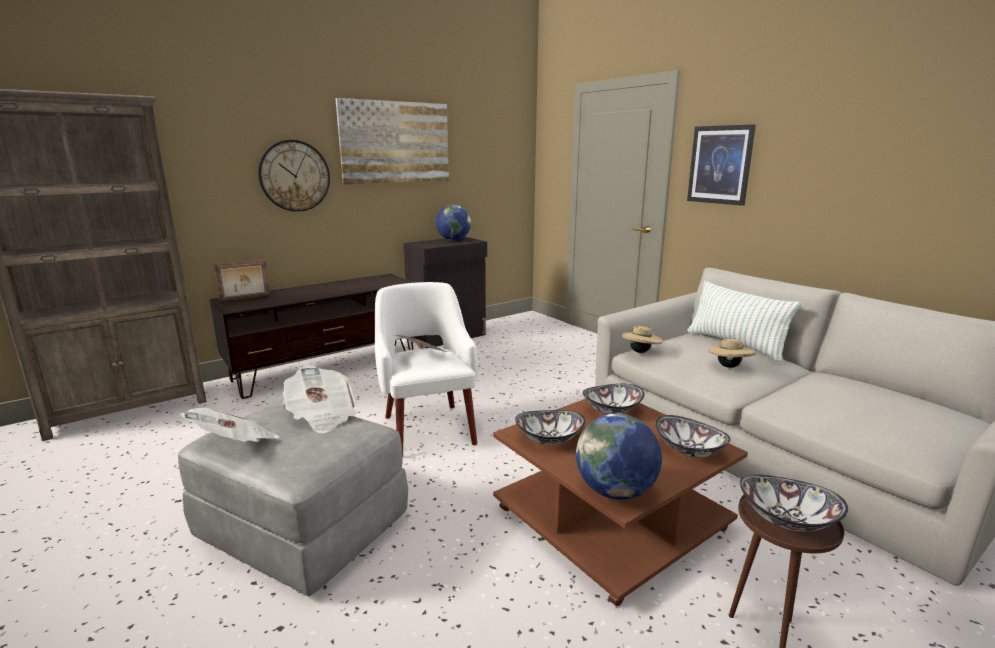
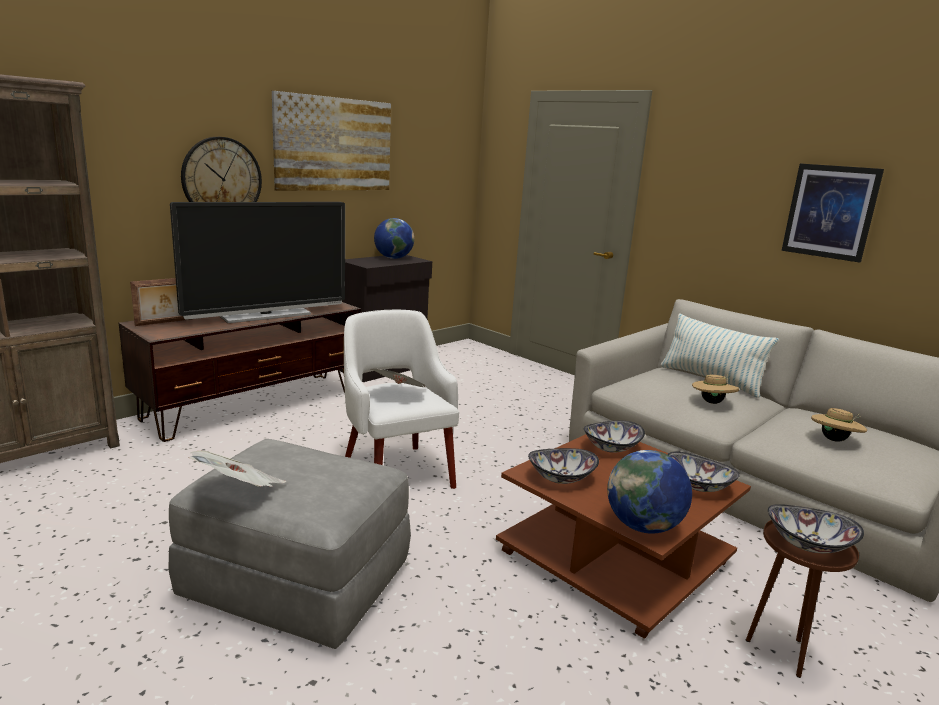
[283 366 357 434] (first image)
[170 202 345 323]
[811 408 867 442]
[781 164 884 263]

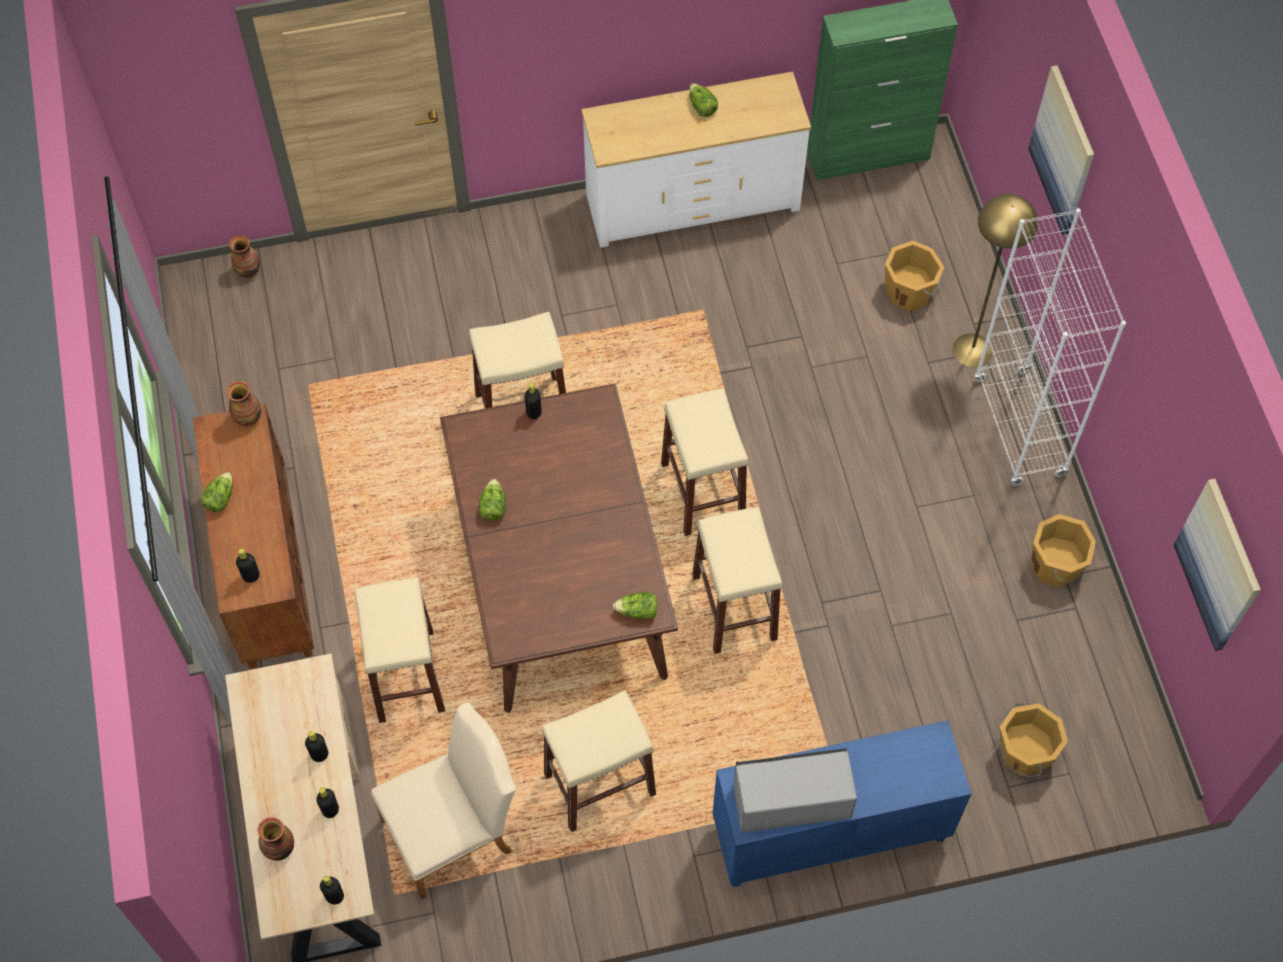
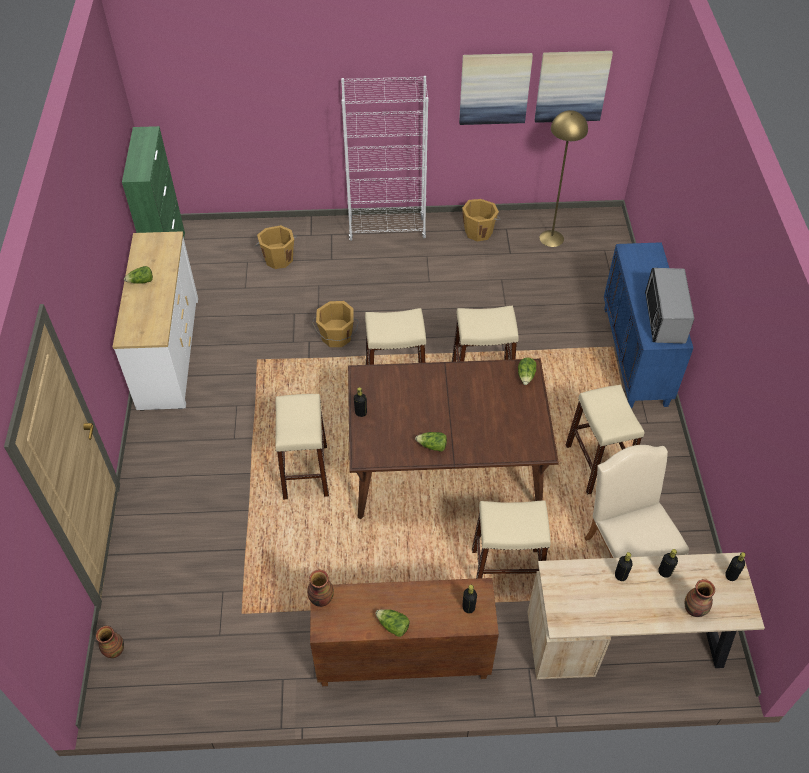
[539 110 588 247]
[312 301 359 347]
[459 53 533 125]

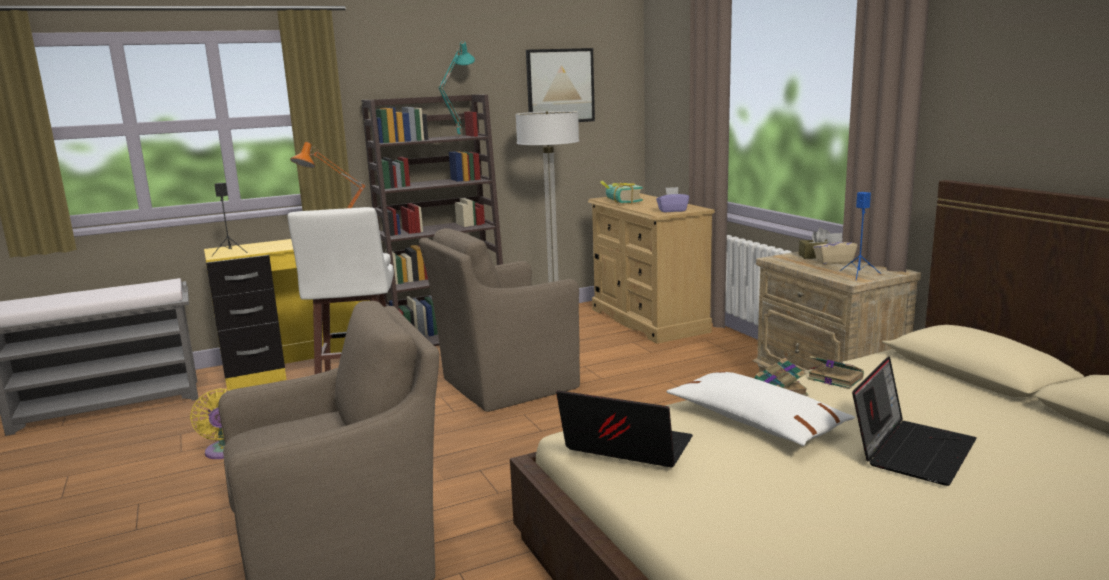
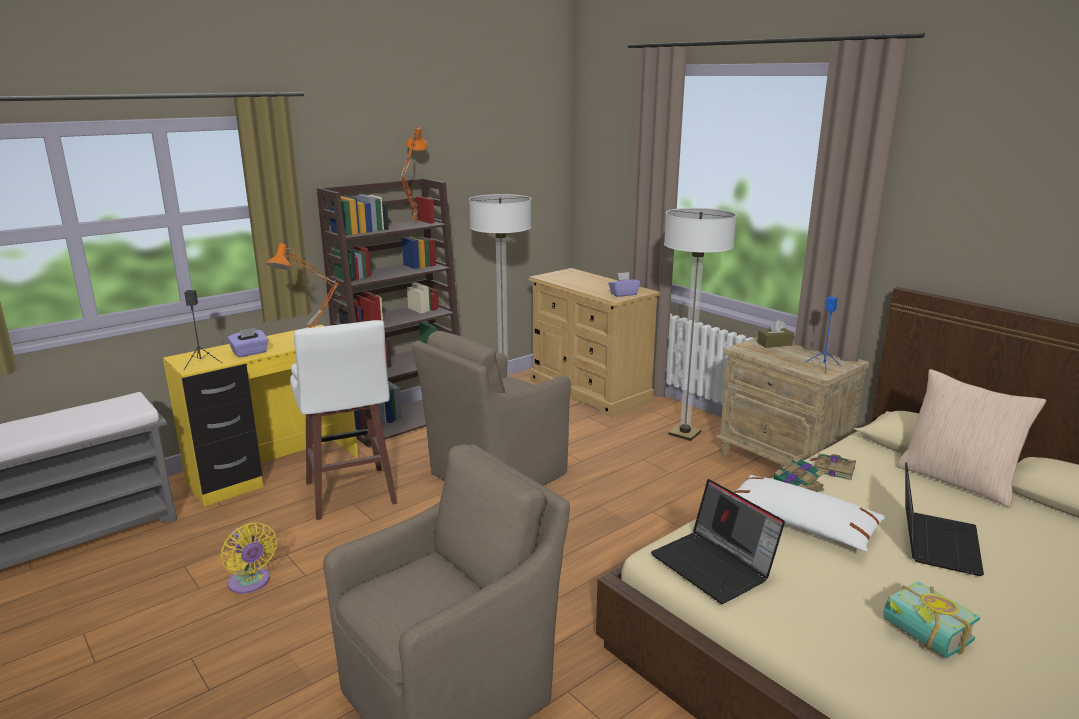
[526 48 595 122] (first image)
[813 233 857 264] (first image)
[227 328 269 358]
[664 208 737 441]
[896 369 1046 508]
[883 581 980 658]
[400 127 428 224]
[651 479 785 604]

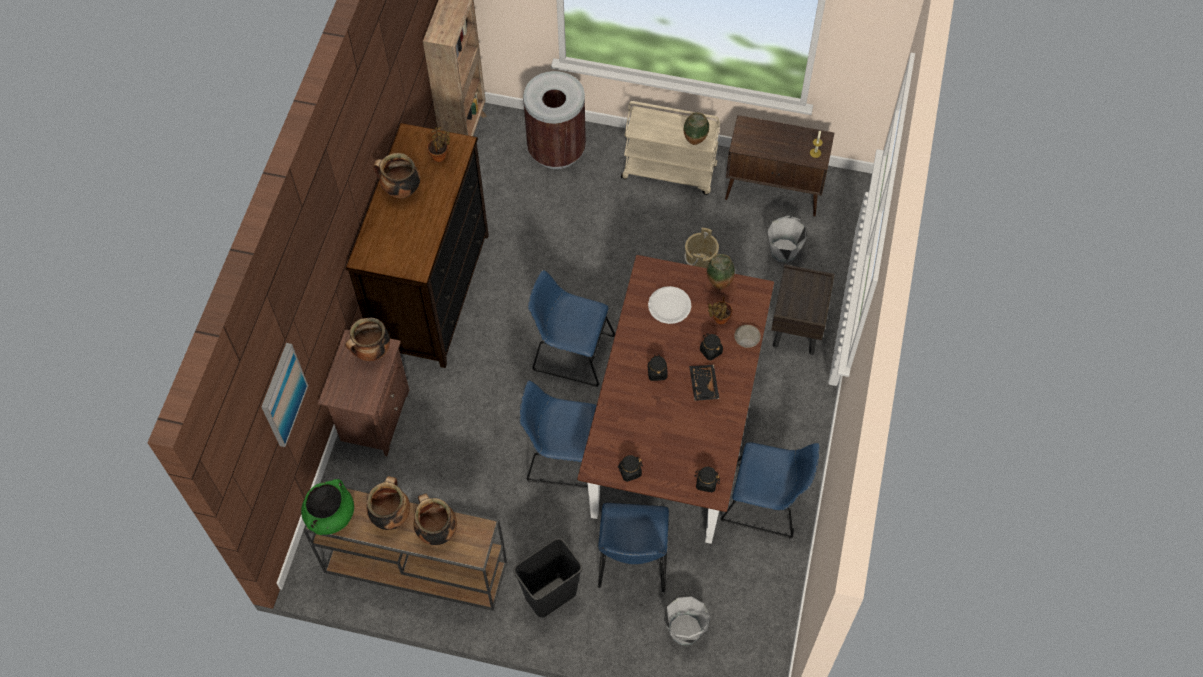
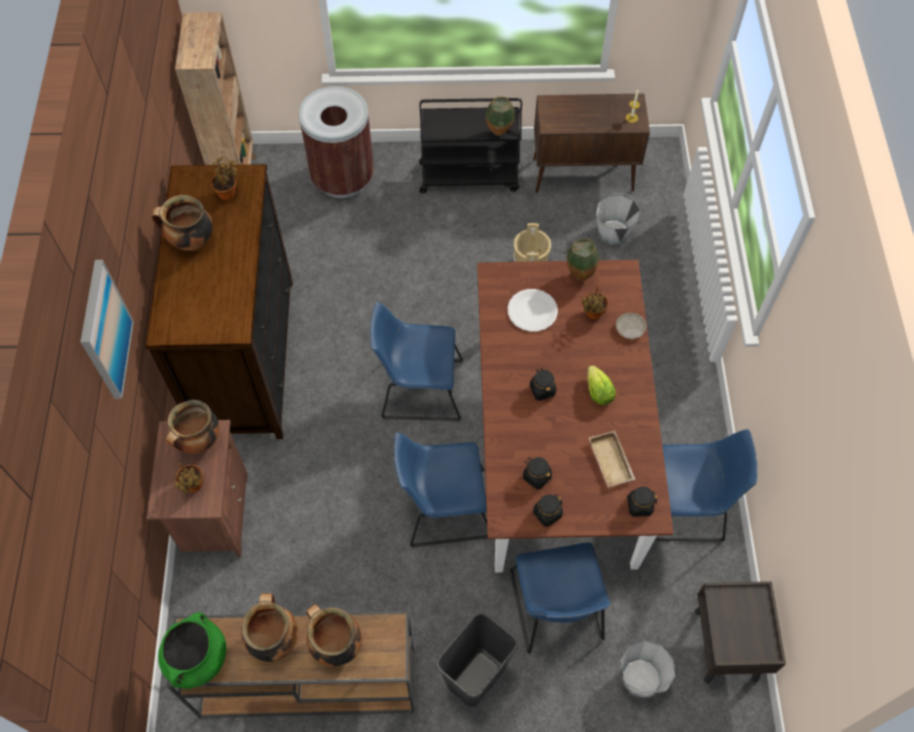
[174 463 203 493]
[589 431 635 488]
[80 260 134 399]
[523 457 552 489]
[695 581 786 683]
[588 365 615 405]
[419 98 522 193]

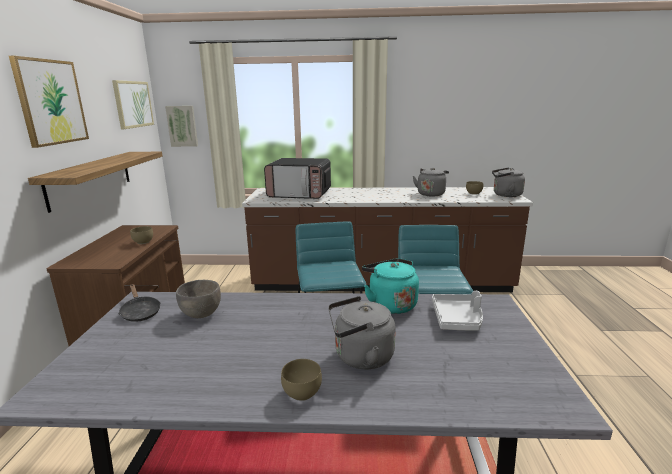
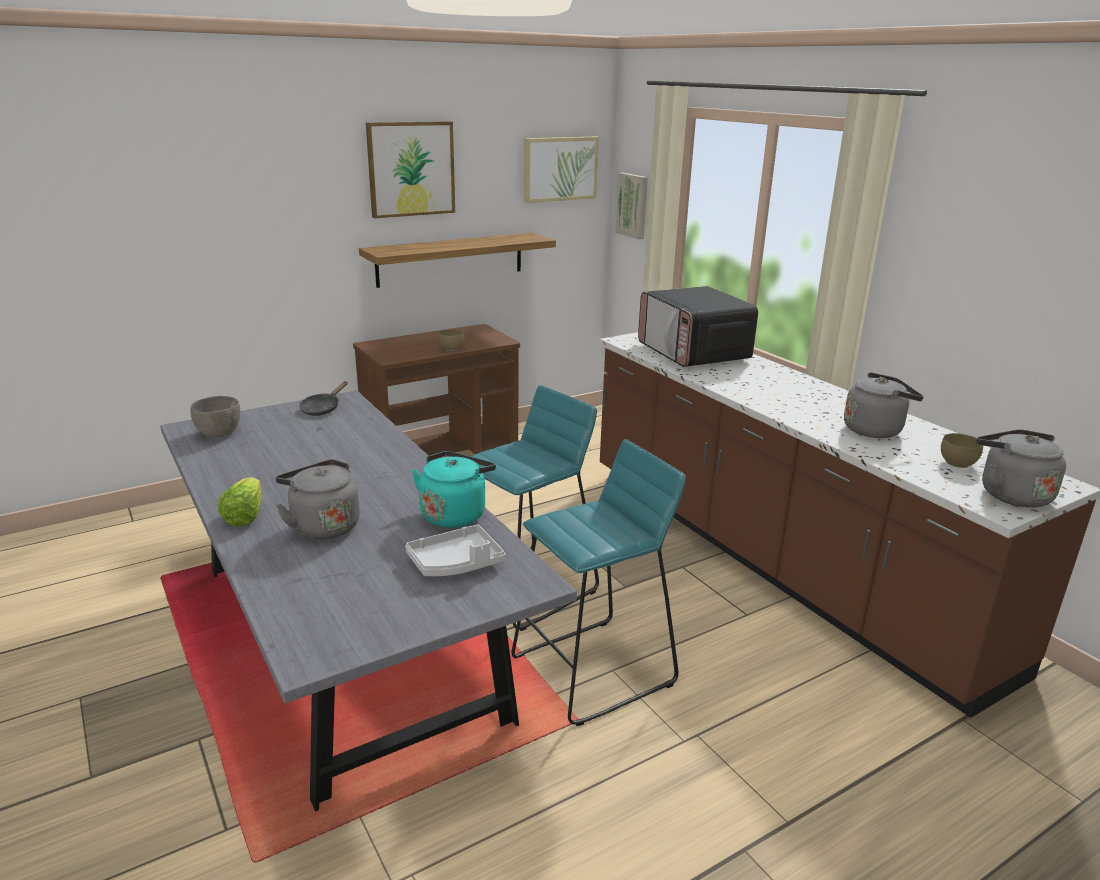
[190 396 240 437]
[218 477 262 527]

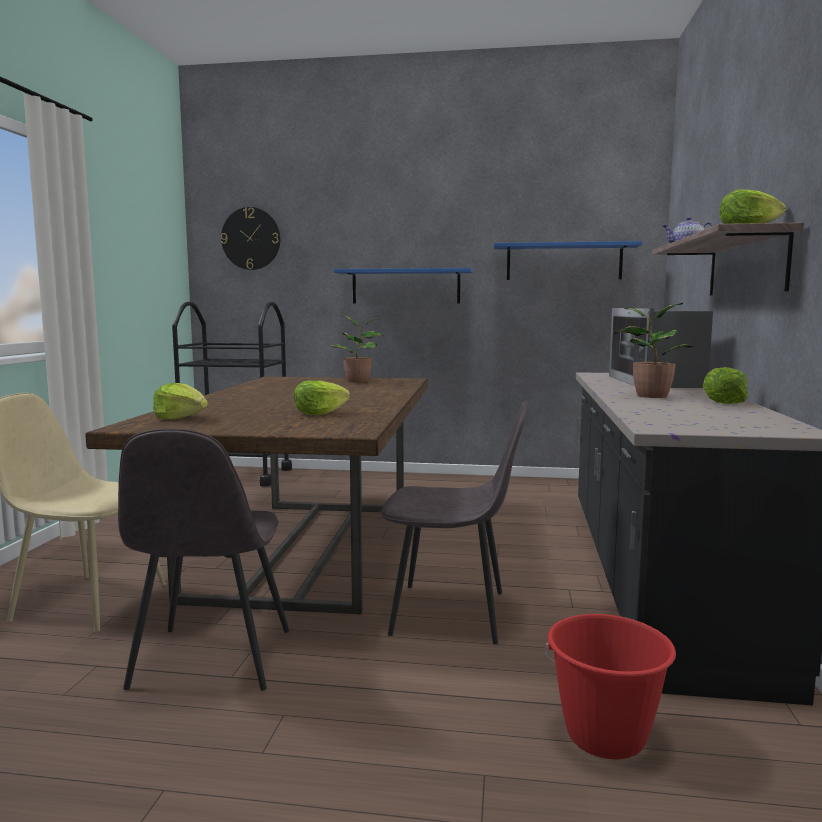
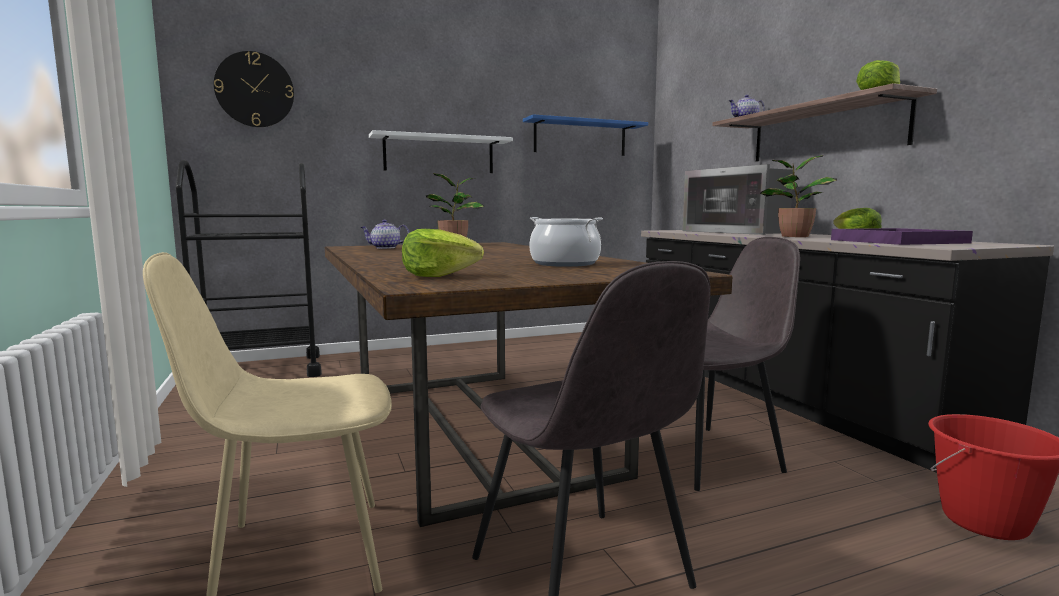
[360 220 410 249]
[831 228 973 245]
[530 217 603 267]
[369 130 513 173]

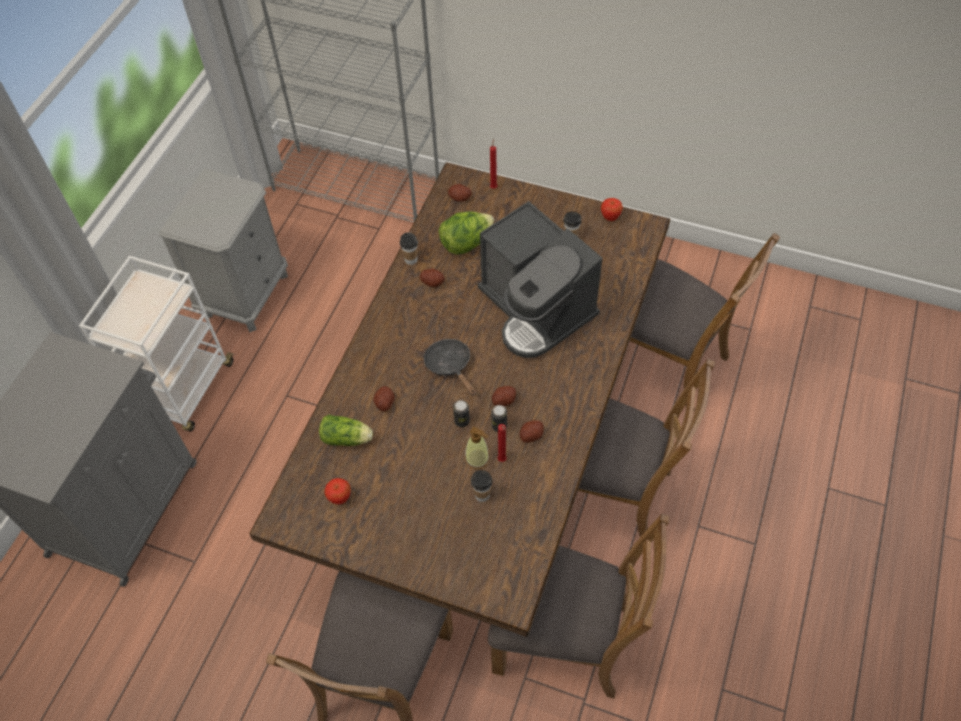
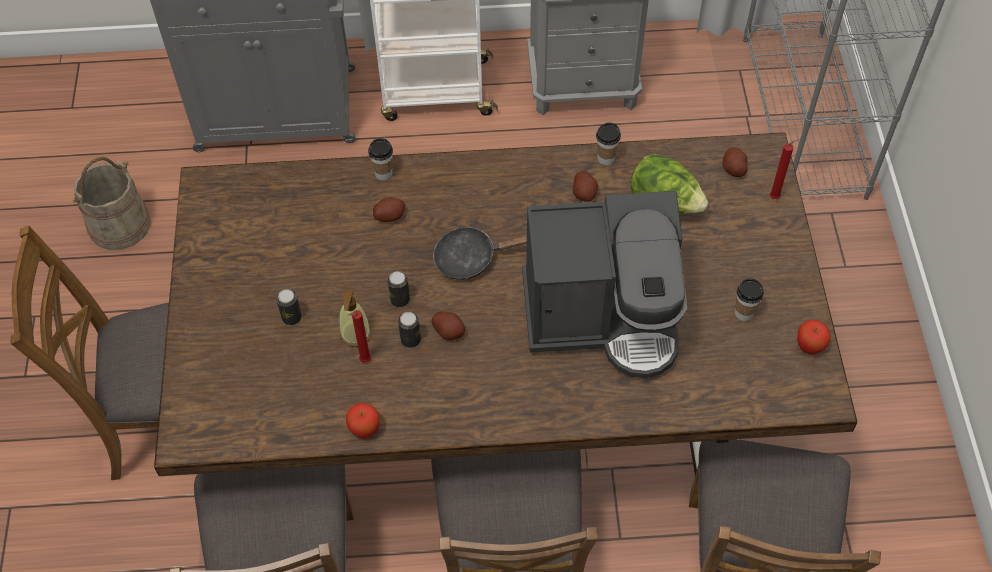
[319 415 373 446] (first image)
[520 420 544 443] (first image)
[73 157 151 250]
[276 289 302 325]
[346 403 380 438]
[368 138 393 180]
[433 227 527 280]
[522 191 687 378]

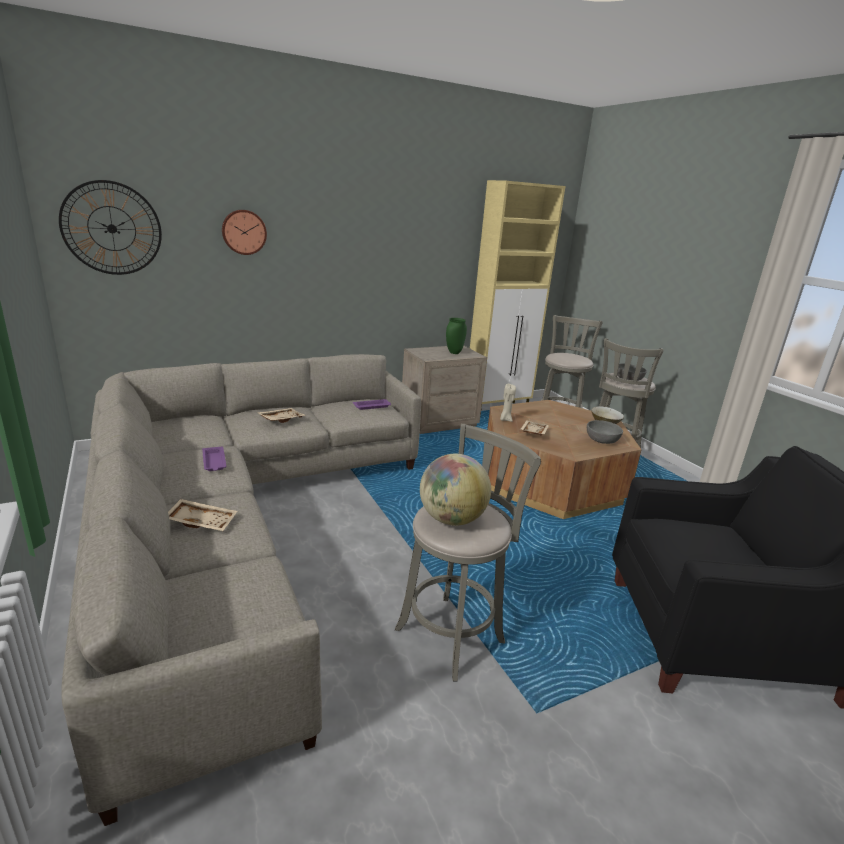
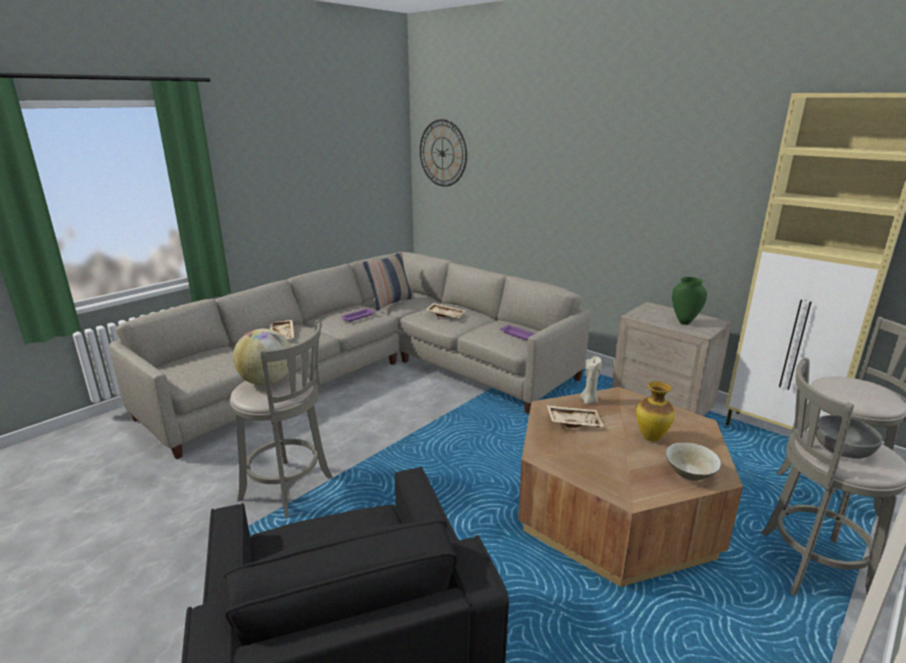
[222 210 267 255] (first image)
[587 420 623 444] (first image)
[363 252 414 311]
[636 381 675 441]

